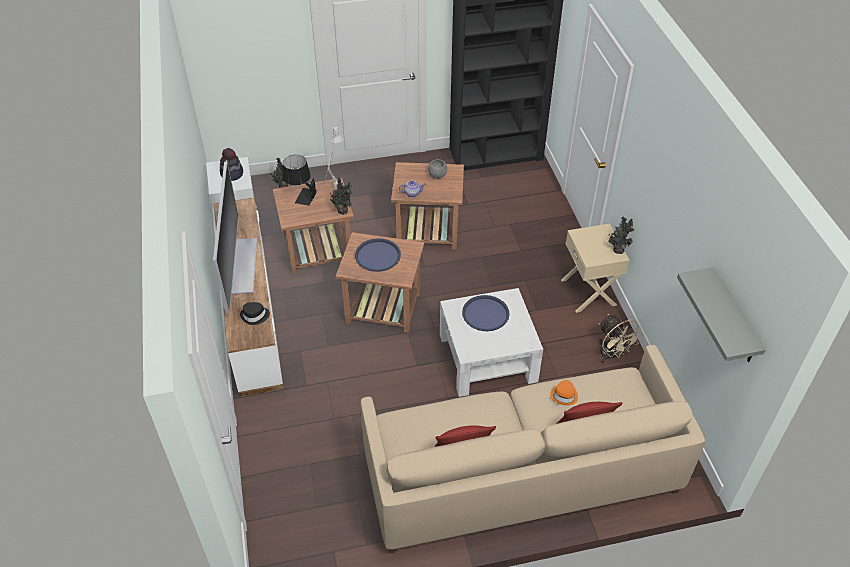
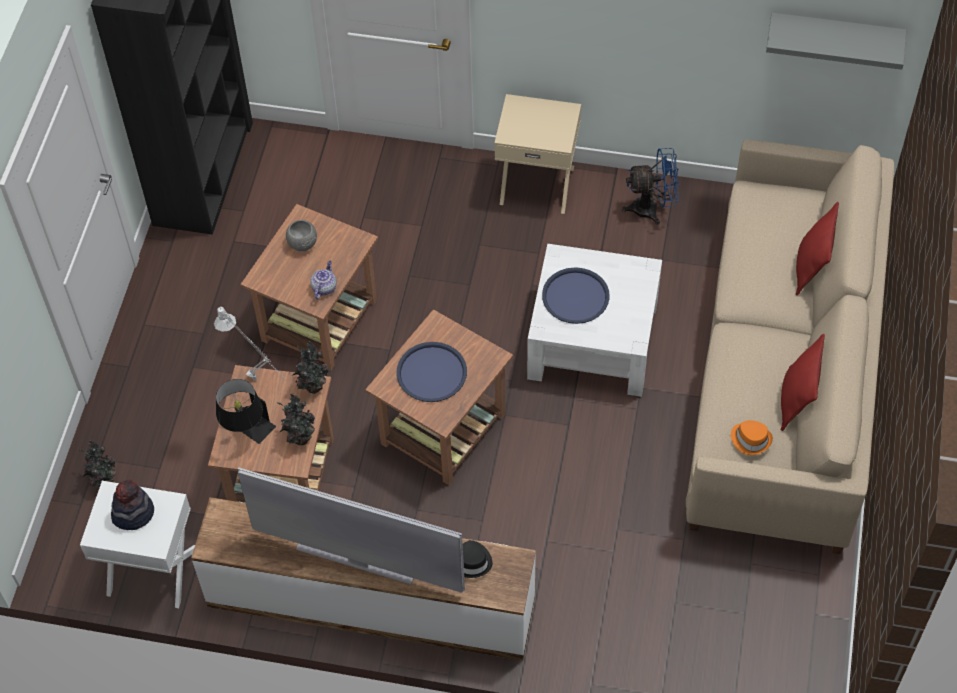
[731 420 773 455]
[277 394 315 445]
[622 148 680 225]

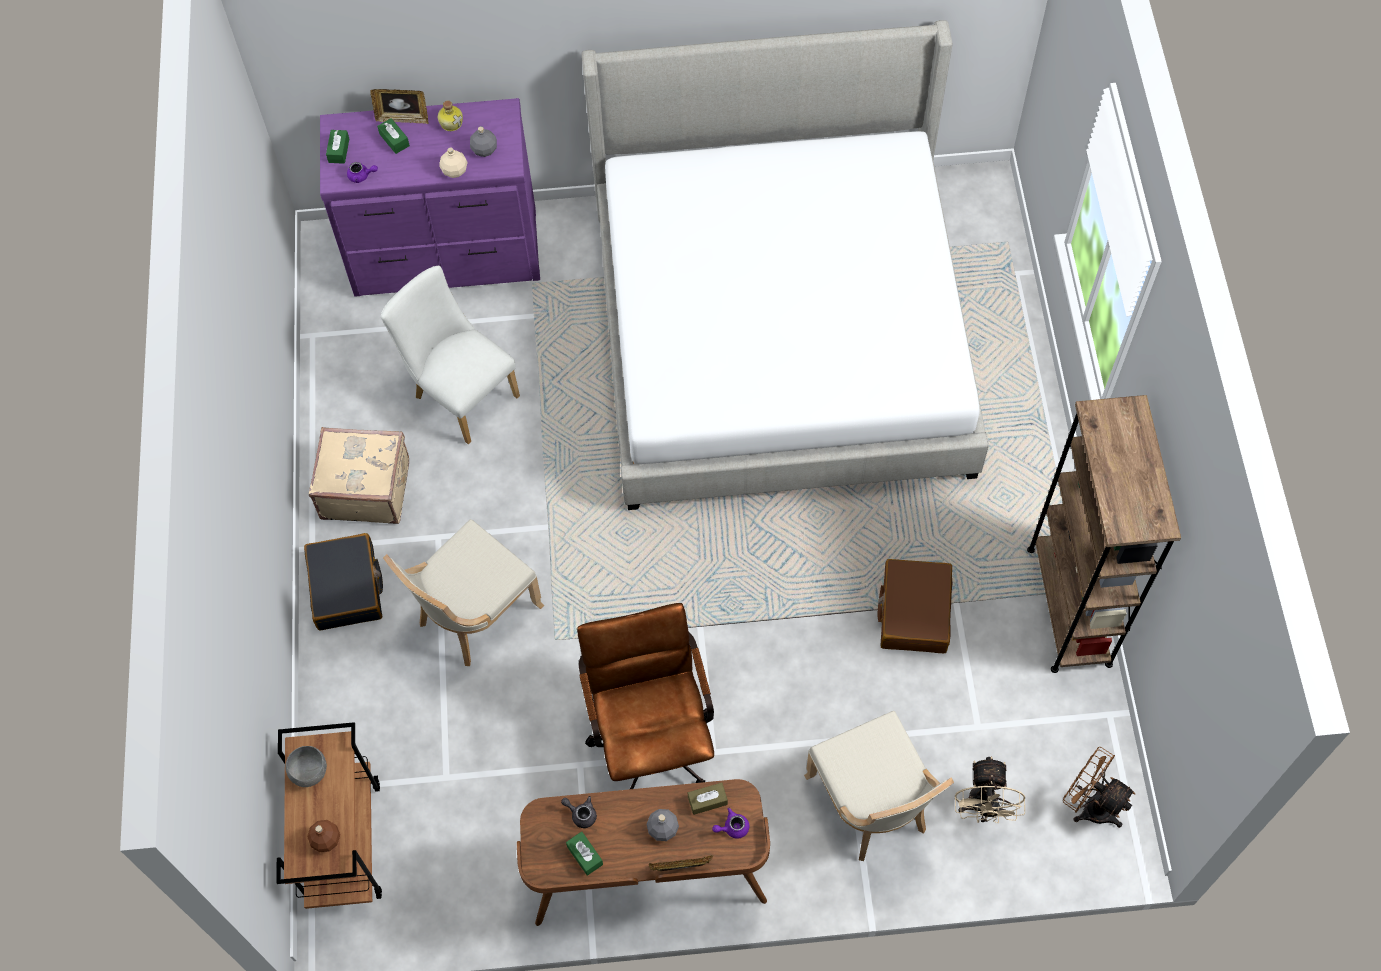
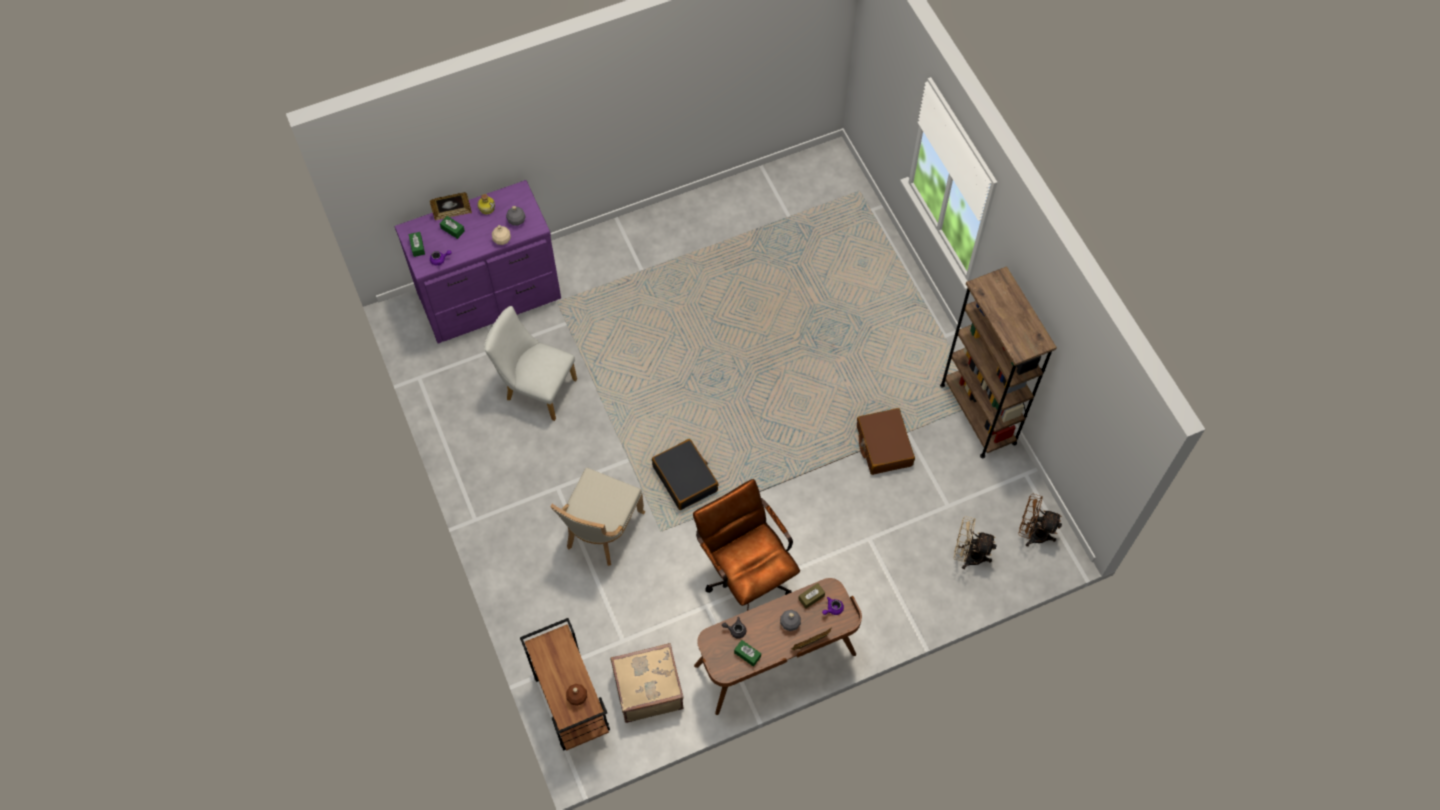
[285 746 327 787] (first image)
[582 20 989 510] (first image)
[804 711 954 861] (first image)
[652 439 719 510]
[610 643 684 723]
[954 516 997 569]

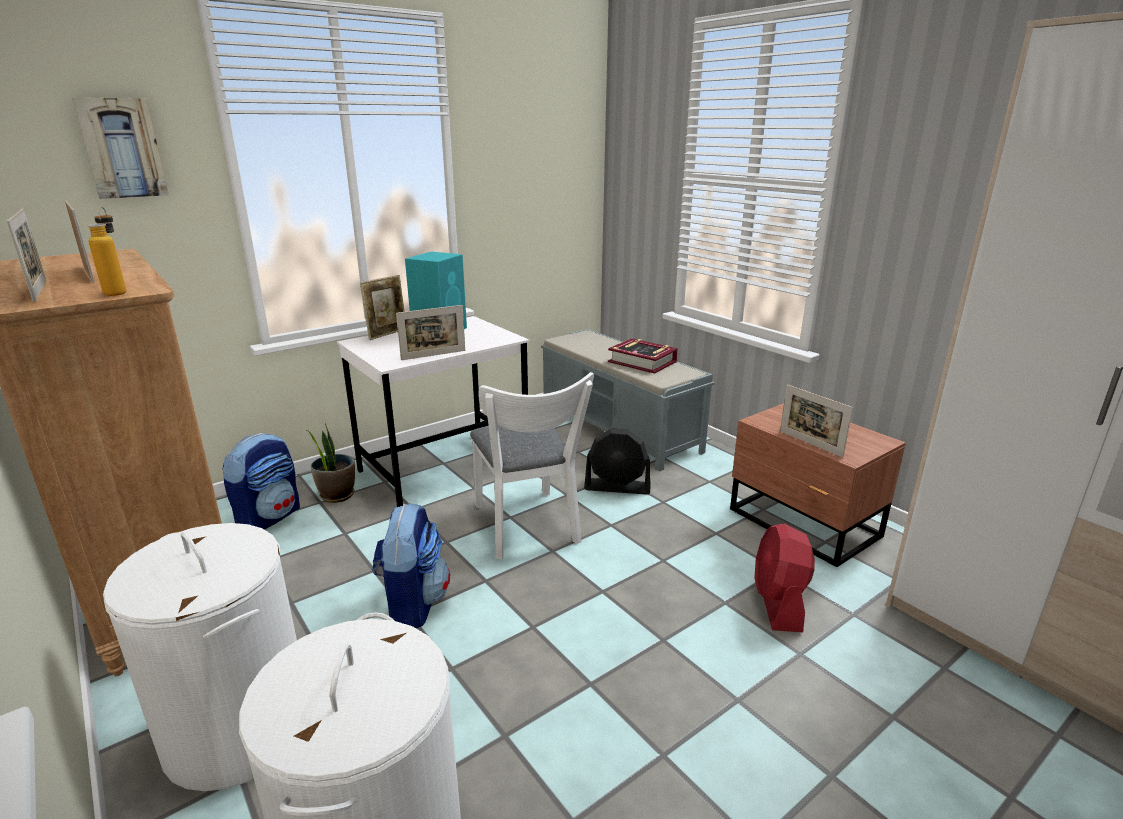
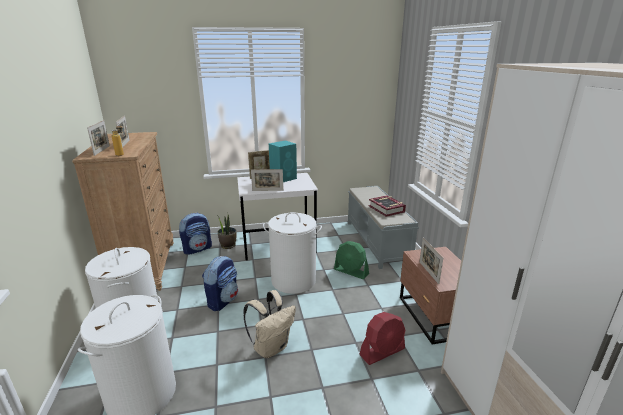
[72 97 169 199] (first image)
[243 290 296 358]
[263 212 322 294]
[334 241 369 279]
[359 312 405 365]

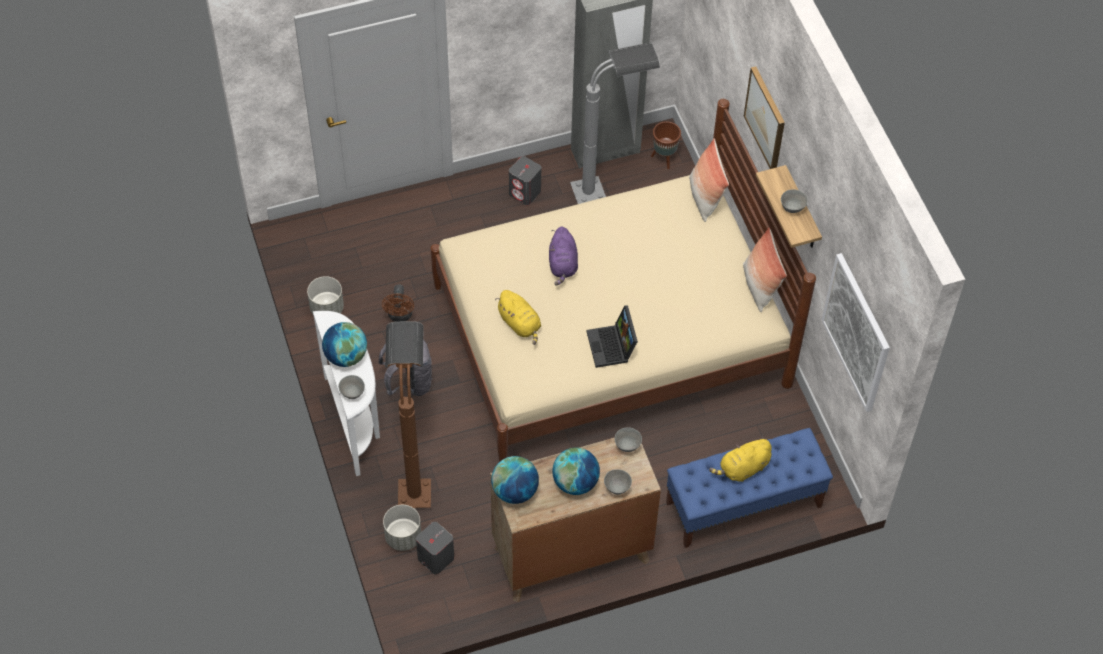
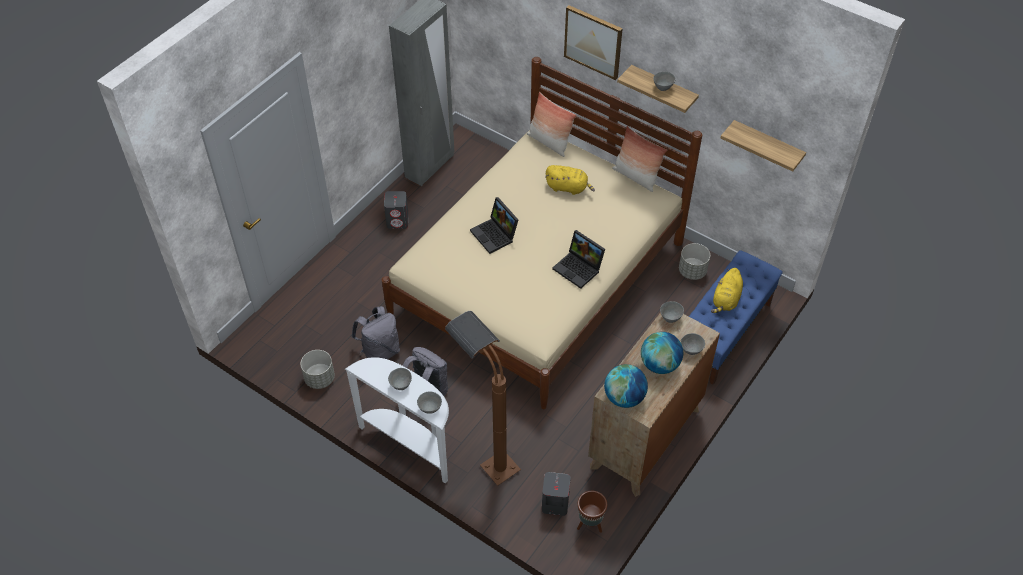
[570 42 660 204] (first image)
[679 243 710 280]
[545 165 595 195]
[577 491 607 533]
[388 368 412 390]
[351 306 400 359]
[470 197 518 254]
[721 120 806 172]

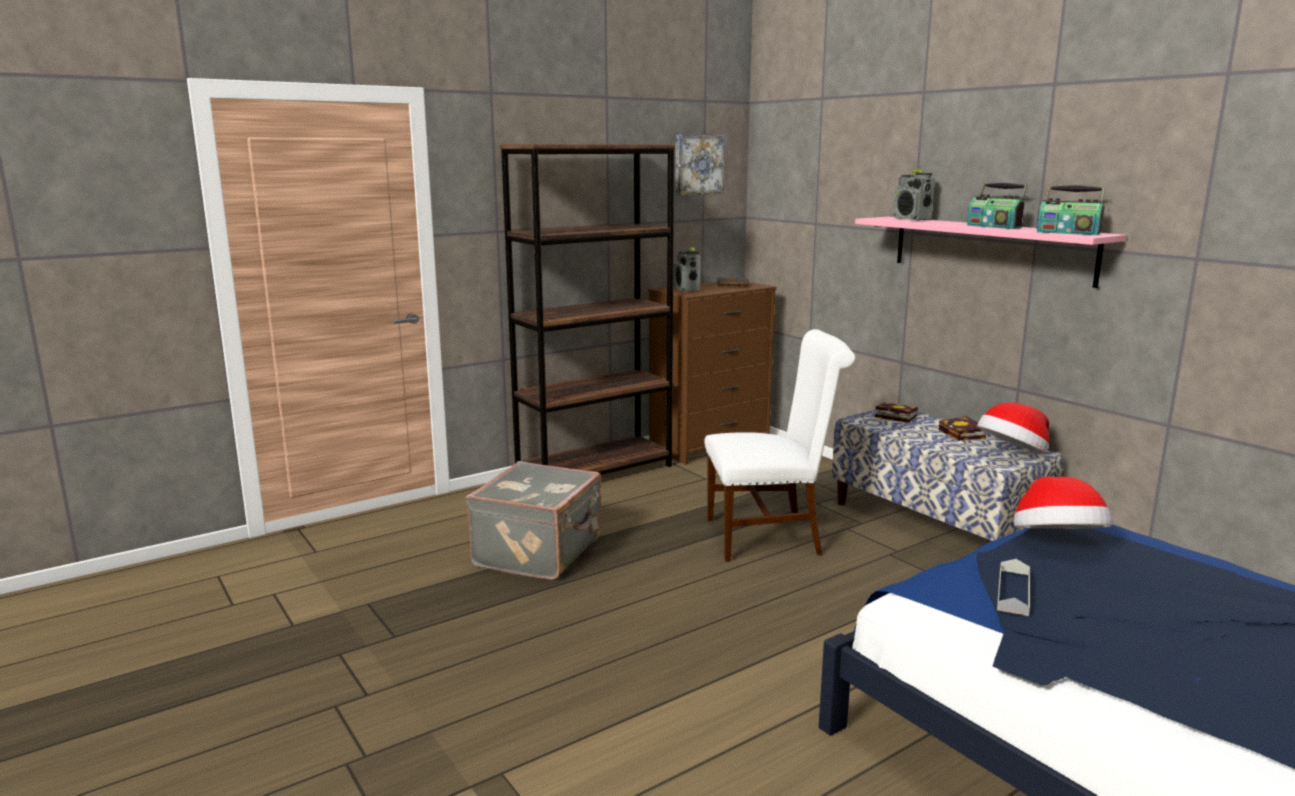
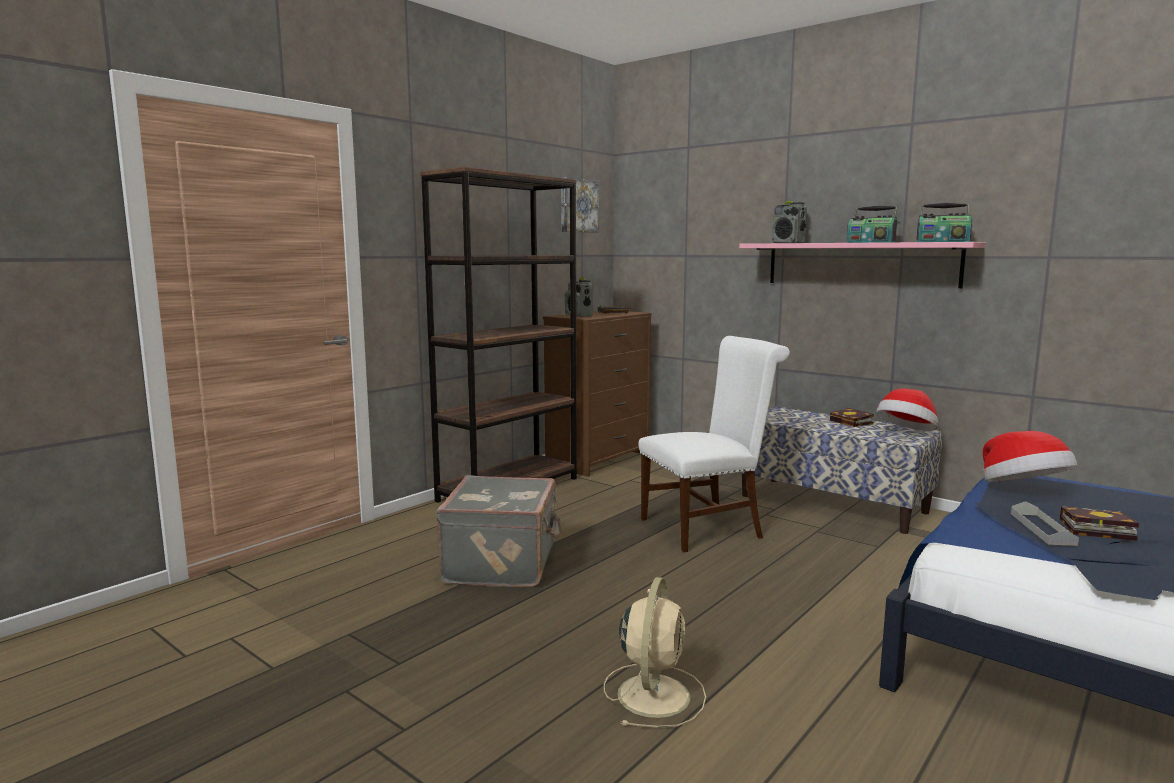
[604 577 706 728]
[1060 506 1139 541]

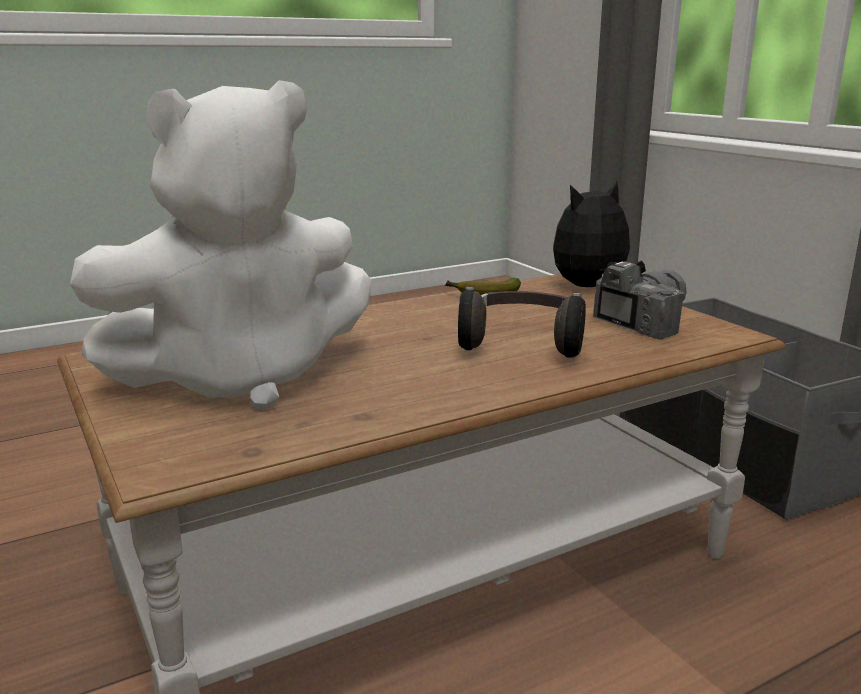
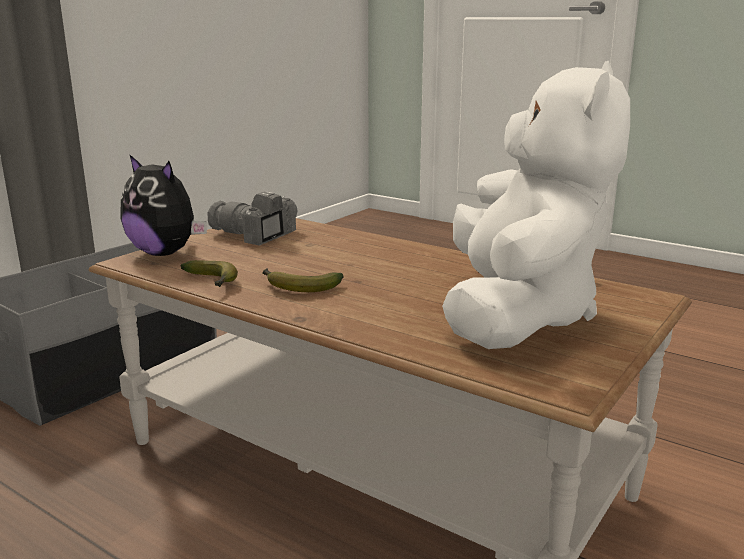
[458 287 586 358] (first image)
[262 268 344 292]
[442 61 630 349]

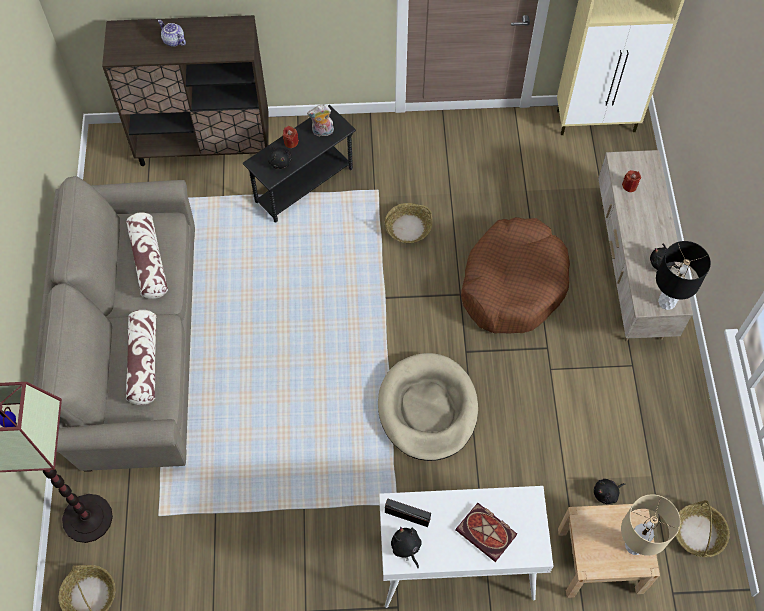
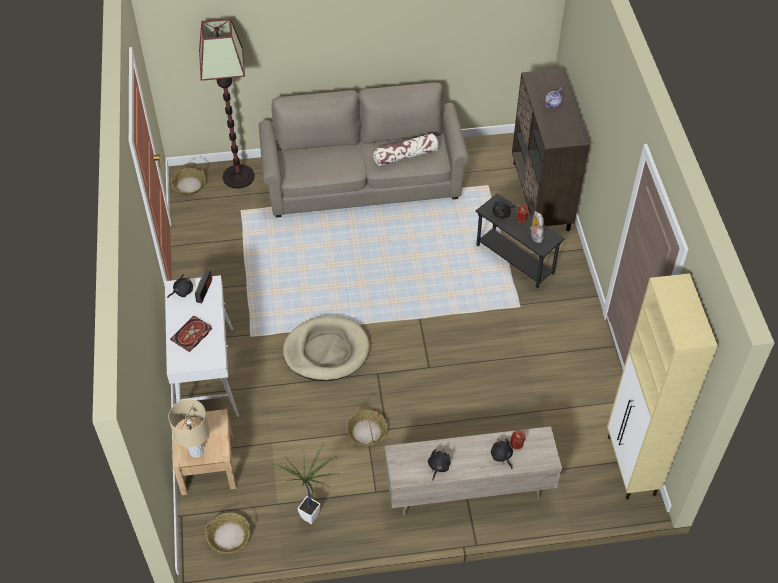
[126 310 156 405] (first image)
[461 217 570 334] (first image)
[656 241 711 310] (first image)
[272 442 339 524]
[346 404 388 446]
[491 438 513 469]

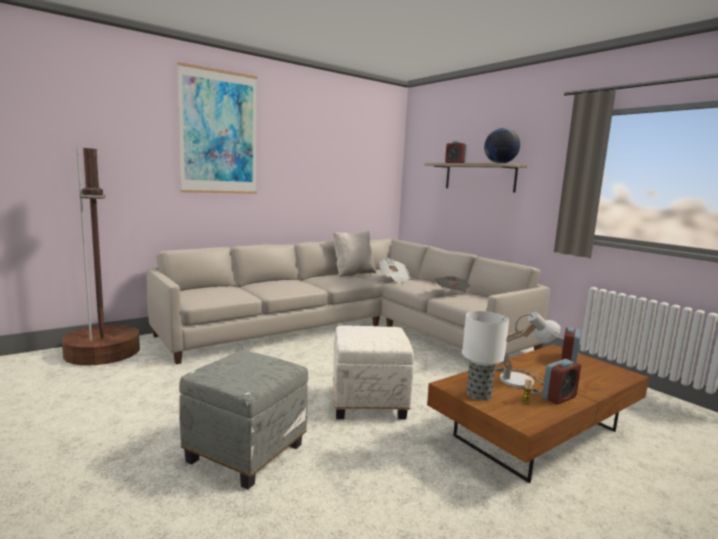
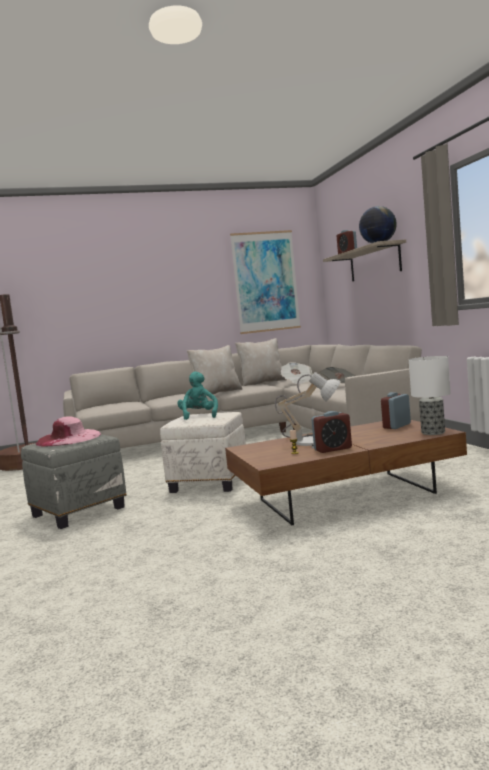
[36 416 101 446]
[177 371 218 420]
[187 345 242 396]
[230 230 301 334]
[409 356 451 435]

